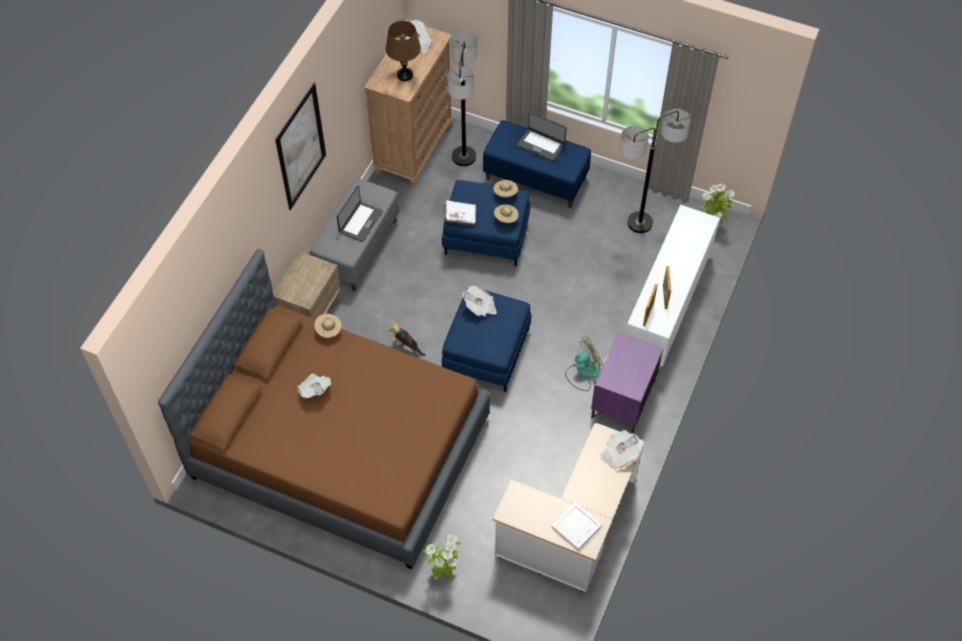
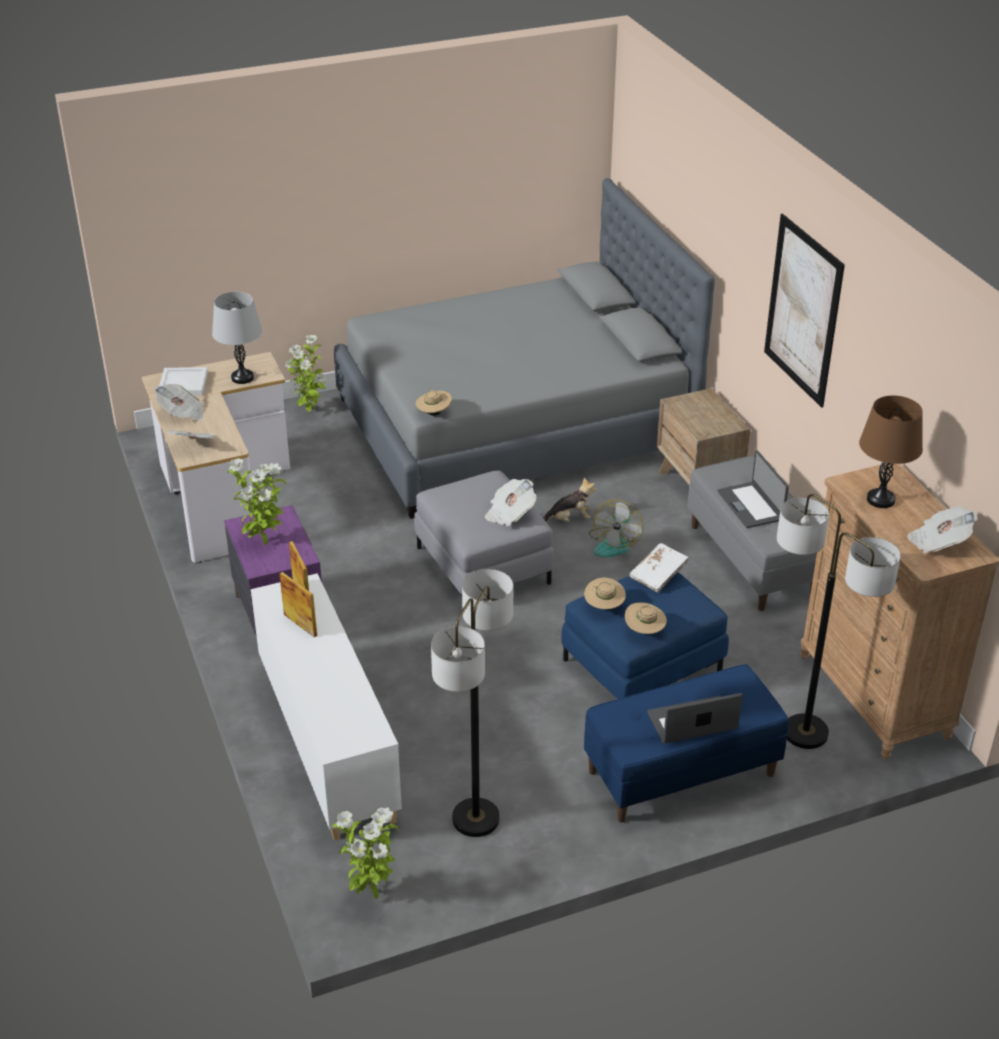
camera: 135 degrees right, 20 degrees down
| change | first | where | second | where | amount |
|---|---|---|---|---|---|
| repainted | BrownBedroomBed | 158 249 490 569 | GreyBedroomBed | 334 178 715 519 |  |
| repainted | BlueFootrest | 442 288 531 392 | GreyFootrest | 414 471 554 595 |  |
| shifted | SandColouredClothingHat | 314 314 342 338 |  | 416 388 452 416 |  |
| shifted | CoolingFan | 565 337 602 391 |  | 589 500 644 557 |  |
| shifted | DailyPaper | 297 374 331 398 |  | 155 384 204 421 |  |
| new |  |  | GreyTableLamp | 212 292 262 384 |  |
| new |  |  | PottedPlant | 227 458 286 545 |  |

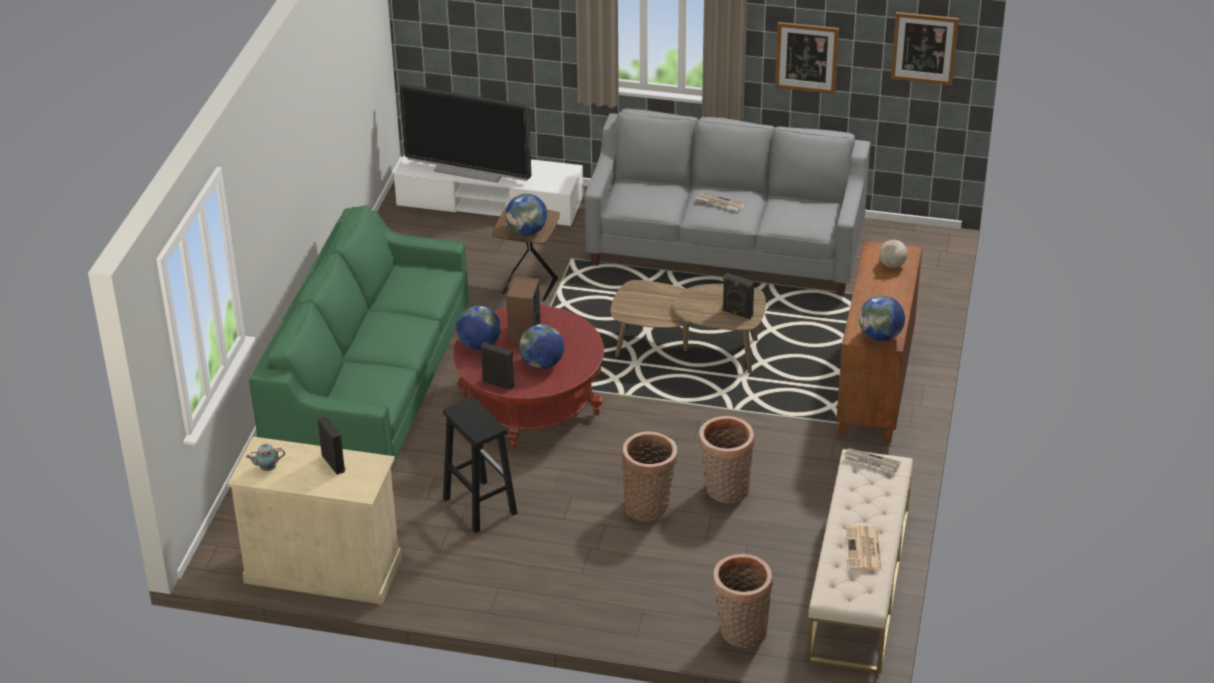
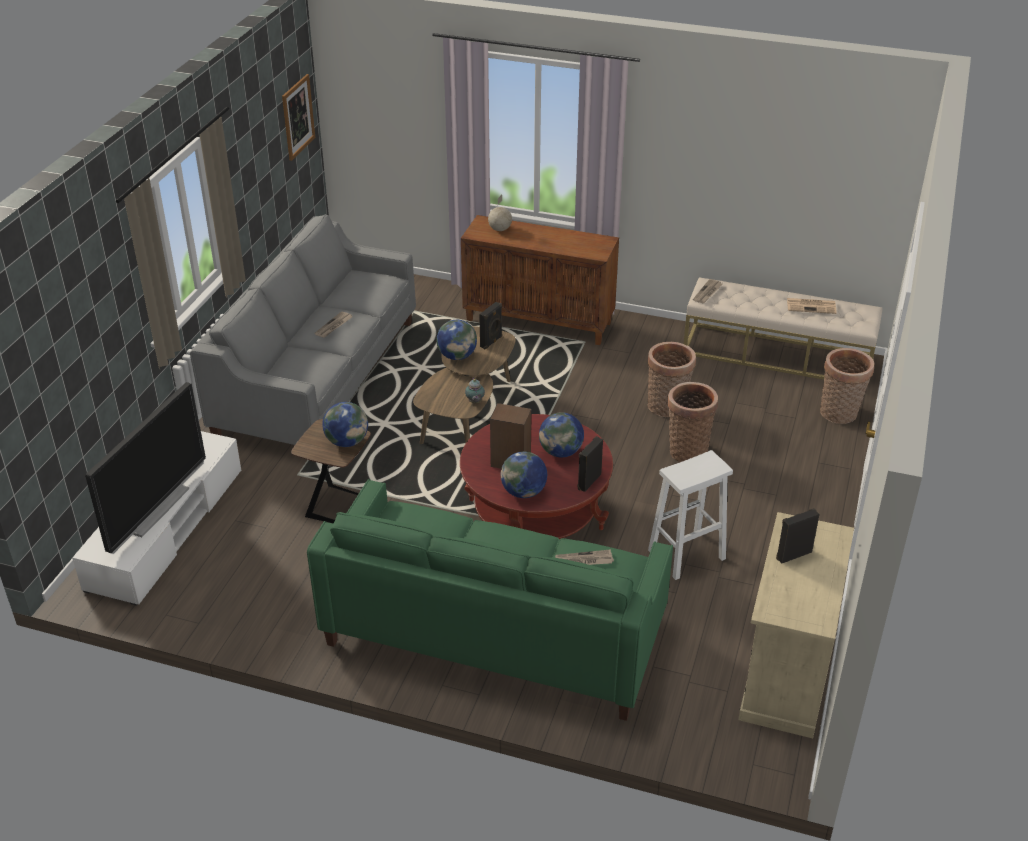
camera: 85 degrees left, 0 degrees up
| change | first | where | second | where | amount |
|---|---|---|---|---|---|
| gone | WallArt | 775 22 839 94 |  |  |  |
| shifted | DeskGlobe | 859 296 905 341 |  | 437 320 477 360 |  |
| repainted | BlackSittingStool | 443 397 517 533 | WhiteColouredSittingStool | 648 450 733 580 |  |
| shifted | Teapot | 246 443 285 471 |  | 465 378 485 403 |  |
| new |  |  | DailyPaper | 555 549 614 565 |  |

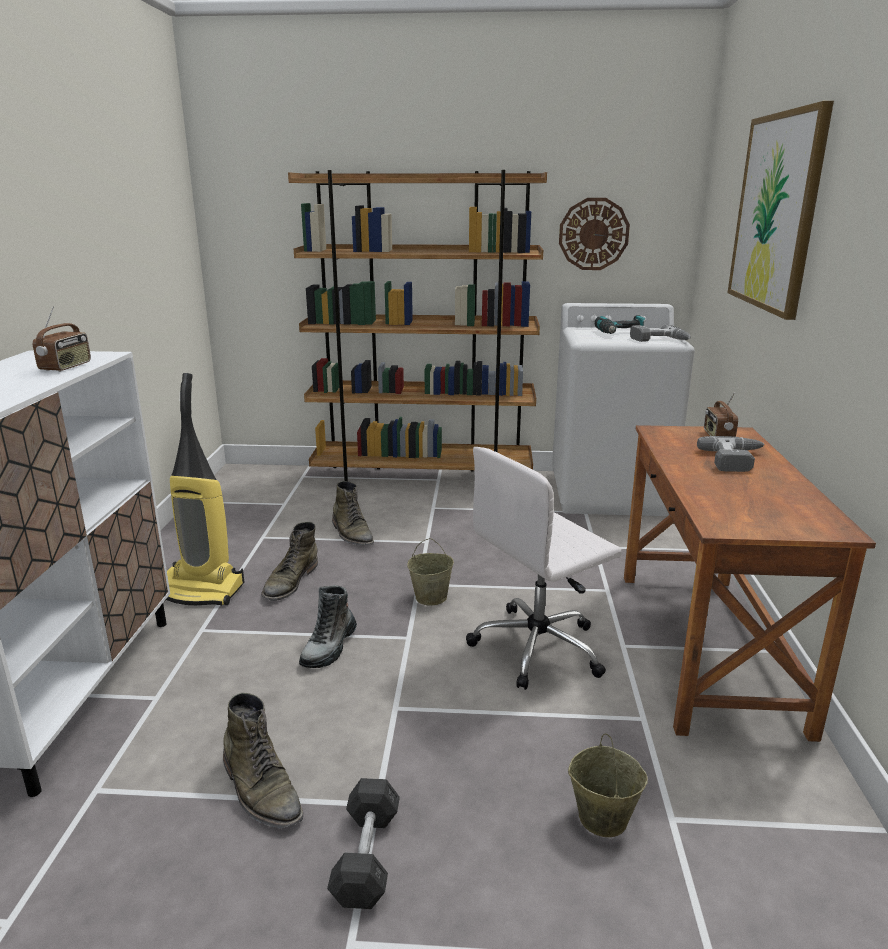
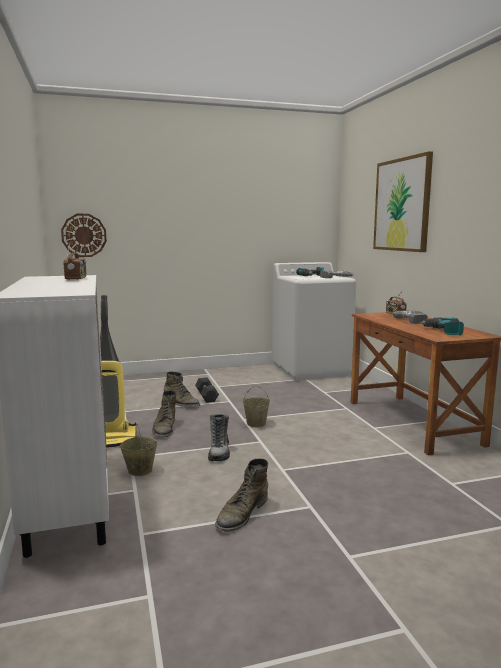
camera: 20 degrees left, 10 degrees down
| change | first | where | second | where | amount |
|---|---|---|---|---|---|
| gone | BrownShelvingUnit | 288 170 547 481 |  |  |  |
| shifted | WallClock | 559 198 630 270 |  | 61 214 107 257 |  |
| gone | WhiteColouredDeskChair | 466 447 622 690 |  |  |  |
| rotated | GreenBoot | 223 693 303 829 |  | 215 458 268 532 | 90 degrees clockwise |
| shifted | SandColouredBucket | 568 733 648 837 |  | 120 424 158 476 |  |
| shifted | GreyFreeWeight | 327 778 400 909 |  | 195 377 219 403 |  |
| new |  |  | ElectricDrill | 420 317 464 335 |  |

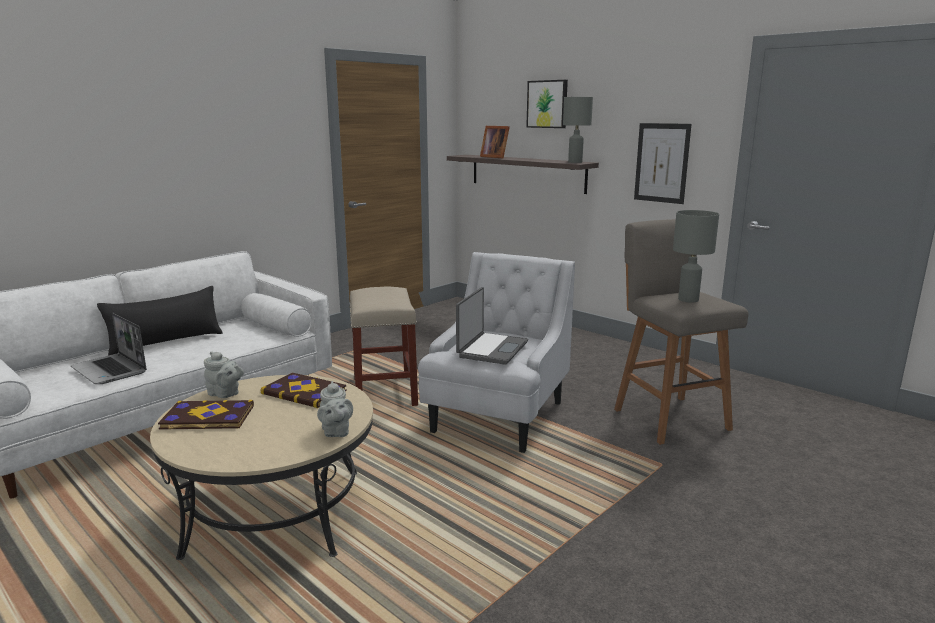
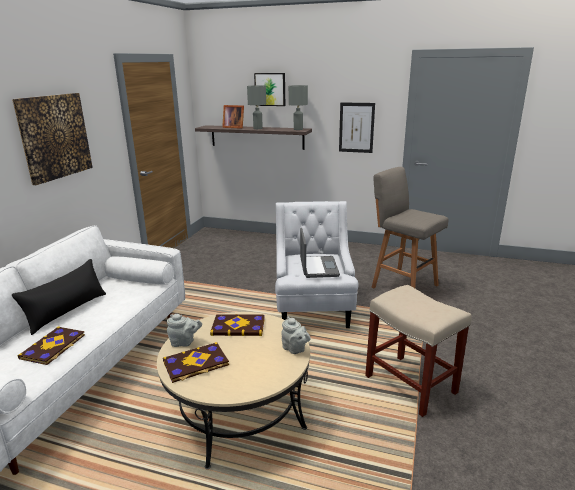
camera: 25 degrees left, 5 degrees up
| change | first | where | second | where | amount |
|---|---|---|---|---|---|
| shifted | GreyTableLamp | 673 210 719 303 |  | 247 85 266 129 |  |
| shifted | SandColouredSittingStool | 350 287 418 406 |  | 365 285 472 417 |  |
| swapped | NotebookComputer | 71 313 147 384 | Book | 18 326 85 365 |  |
| new |  |  | WallArt | 12 93 93 185 |  |

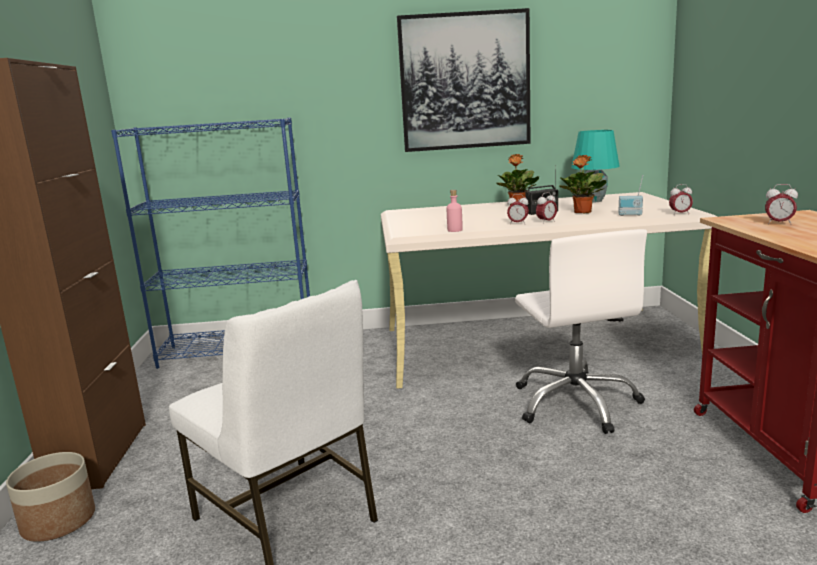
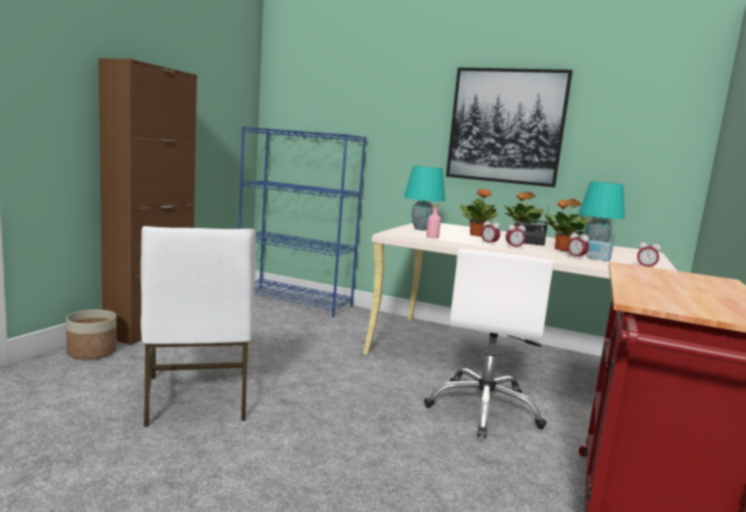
camera: 25 degrees right, 5 degrees down
| change | first | where | second | where | amount |
|---|---|---|---|---|---|
| shifted | TableClock | 765 184 798 225 |  | 567 230 589 258 |  |
| new |  |  | TurquoiseColouredTableLamp | 404 166 446 231 |  |
| new |  |  | PottedPlant | 460 189 498 237 |  |

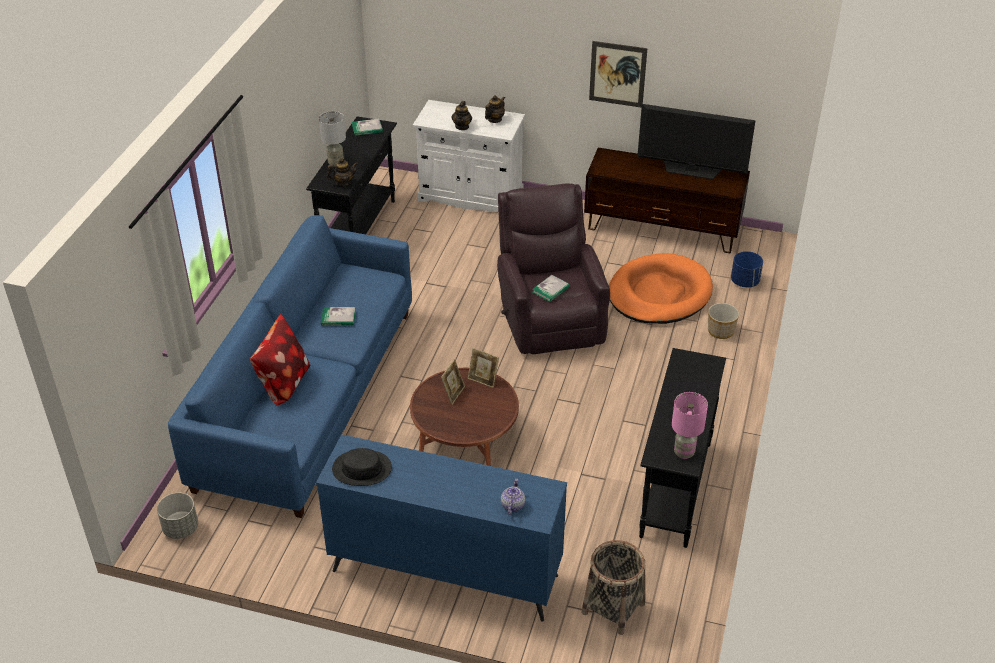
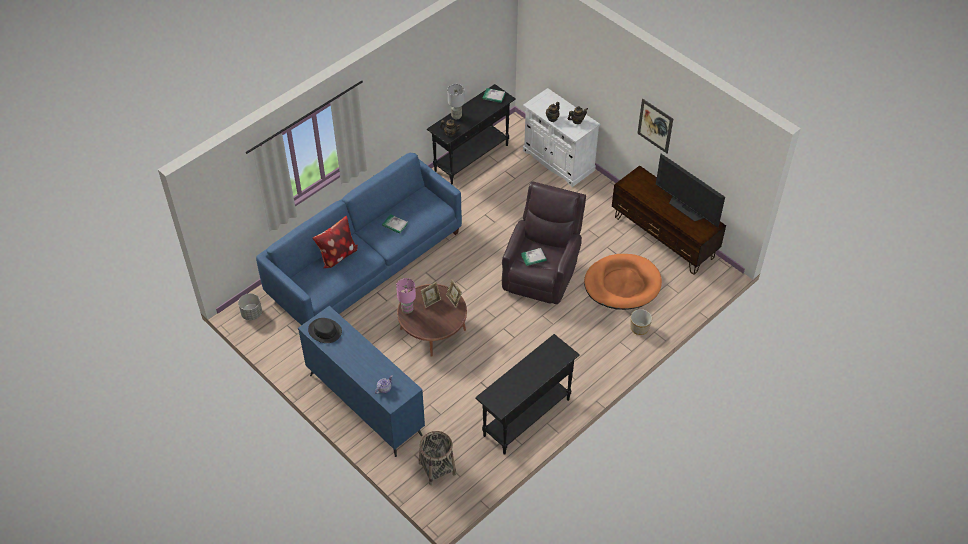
camera: 30 degrees right, 10 degrees up
| change | first | where | second | where | amount |
|---|---|---|---|---|---|
| gone | BluePlantPot | 731 251 763 288 |  |  |  |
| shifted | PinkColouredTableLamp | 672 392 708 459 |  | 396 278 416 314 |  |

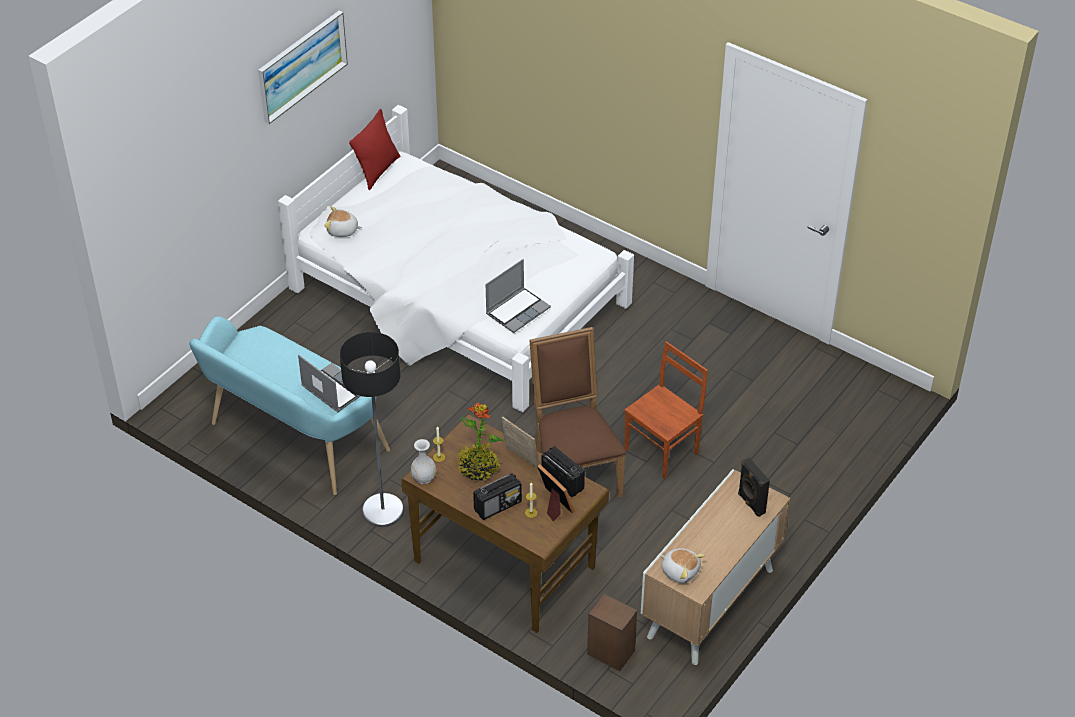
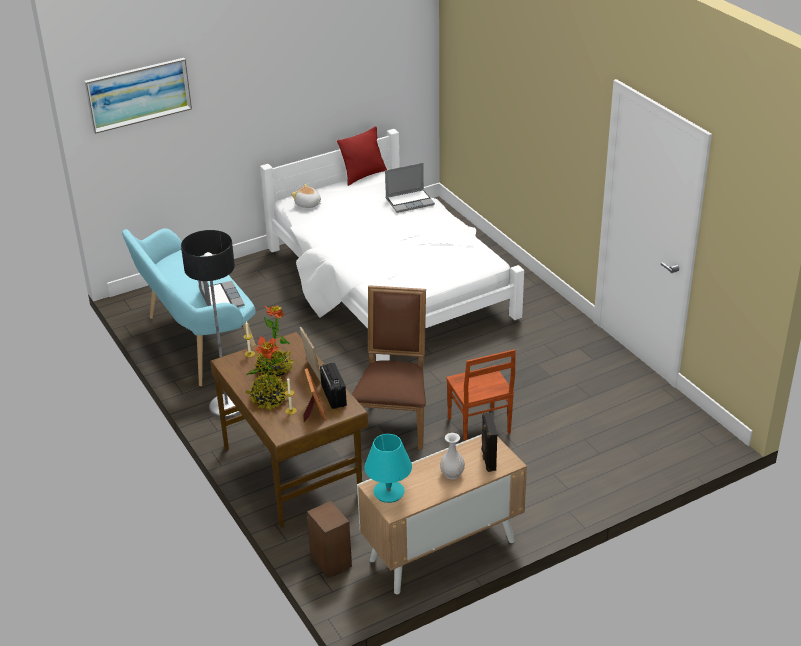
camera: 25 degrees right, 10 degrees down
| change | first | where | second | where | amount |
|---|---|---|---|---|---|
| shifted | WallArt | 258 11 348 124 |  | 84 58 192 134 |  |
| shifted | NotebookComputer | 486 259 551 333 |  | 385 163 435 213 |  |
| rotated | BrownPlainChair | 624 341 708 479 |  | 446 349 516 442 | 90 degrees clockwise |
| shifted | WhiteColouredDecorativeVase | 411 439 436 484 |  | 440 433 465 479 |  |
| swapped | RadioSet | 473 473 522 520 | PottedPlant | 245 336 288 410 |  |
| swapped | CuddlyToy | 660 548 705 583 | TurquoiseColouredTableLamp | 364 434 412 503 |  |

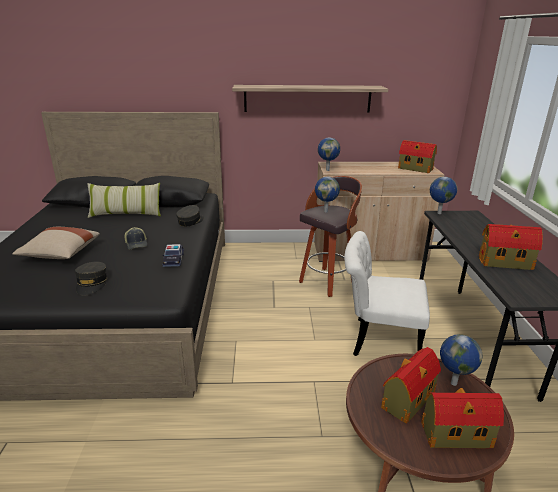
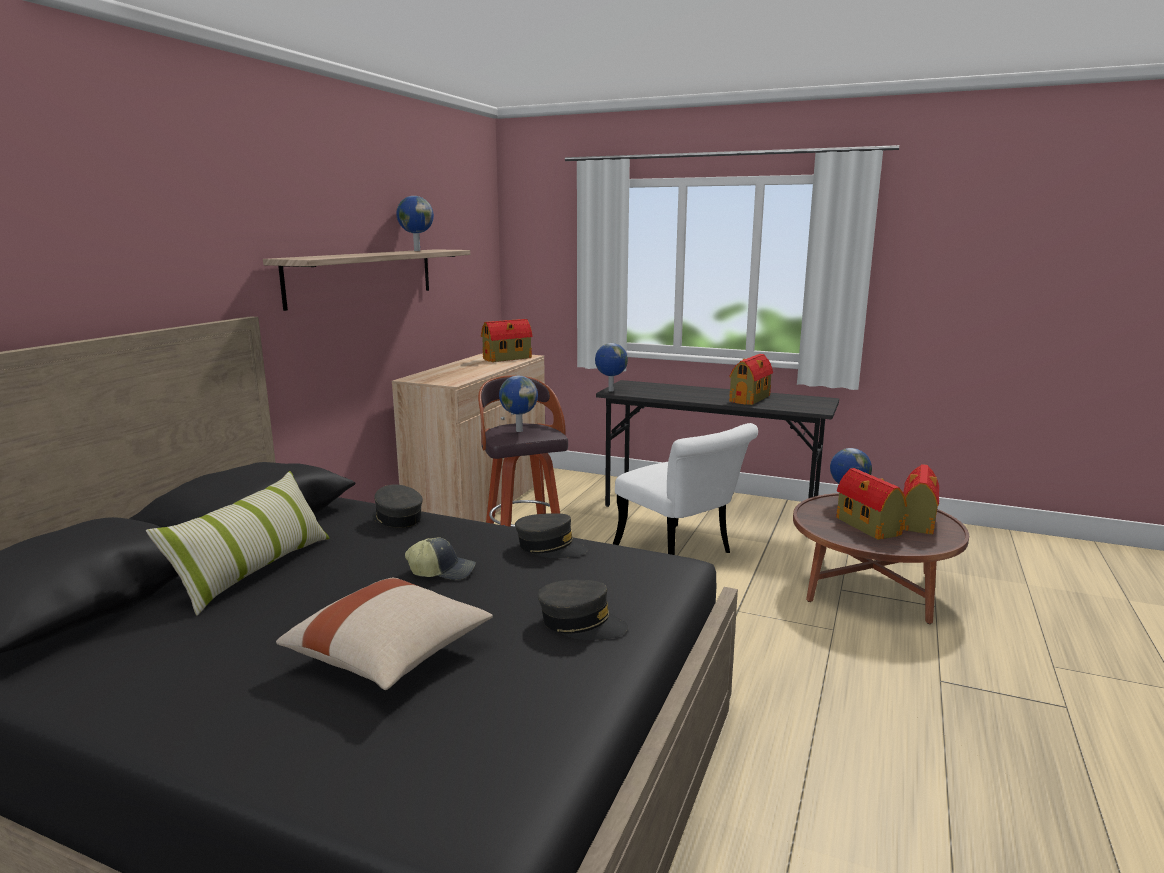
camera: 65 degrees left, 10 degrees down
| change | first | where | second | where | amount |
|---|---|---|---|---|---|
| shifted | DeskGlobe | 318 137 340 171 |  | 396 196 434 251 |  |
| rotated | WhiteColouredPlainChair | 344 231 430 356 |  | 613 423 758 555 | 75 degrees counterclockwise |
| swapped | ModelCar | 163 244 184 267 | GreyBaseballCap | 515 513 588 558 |  |

